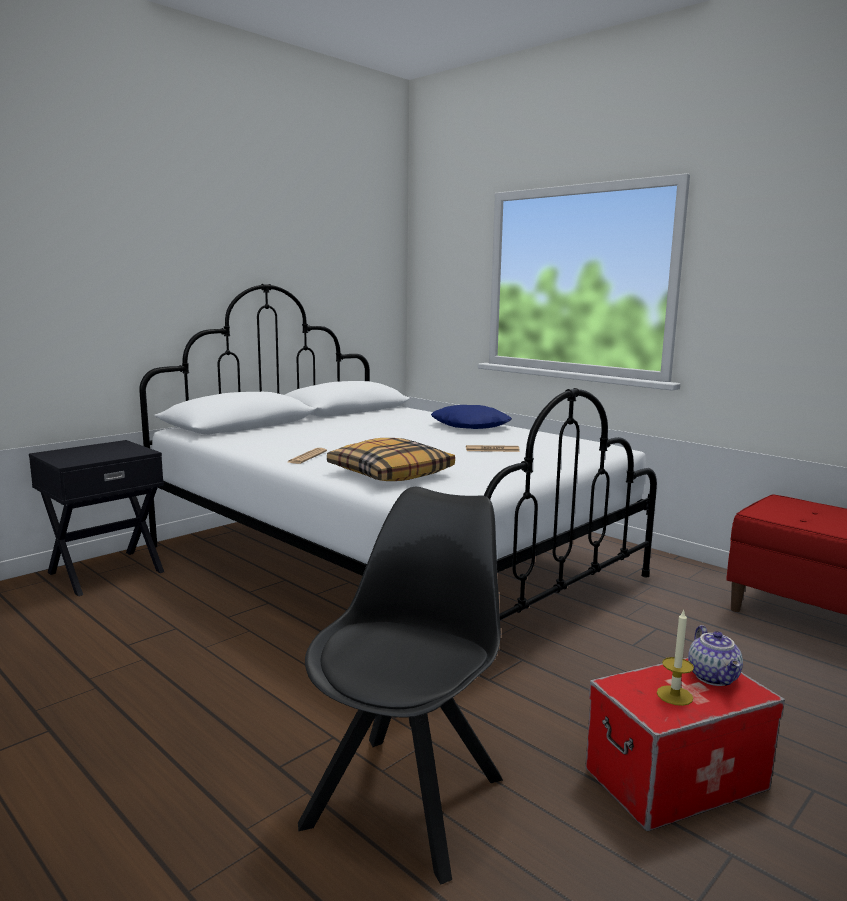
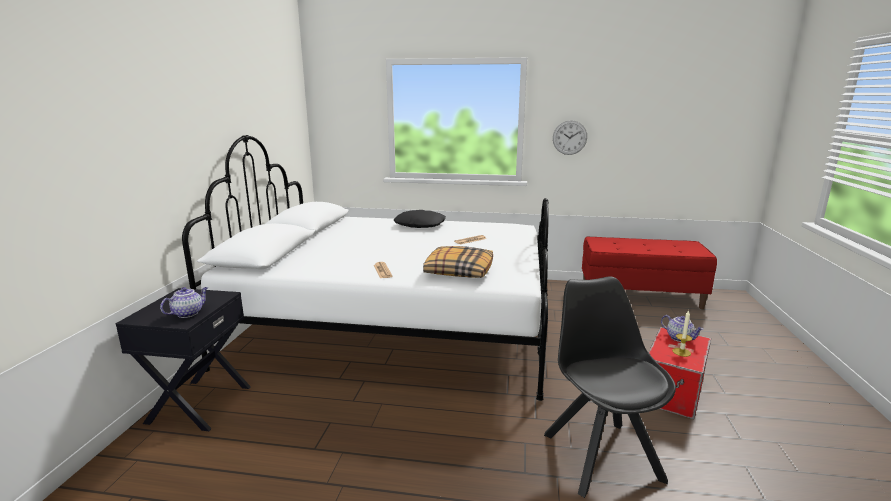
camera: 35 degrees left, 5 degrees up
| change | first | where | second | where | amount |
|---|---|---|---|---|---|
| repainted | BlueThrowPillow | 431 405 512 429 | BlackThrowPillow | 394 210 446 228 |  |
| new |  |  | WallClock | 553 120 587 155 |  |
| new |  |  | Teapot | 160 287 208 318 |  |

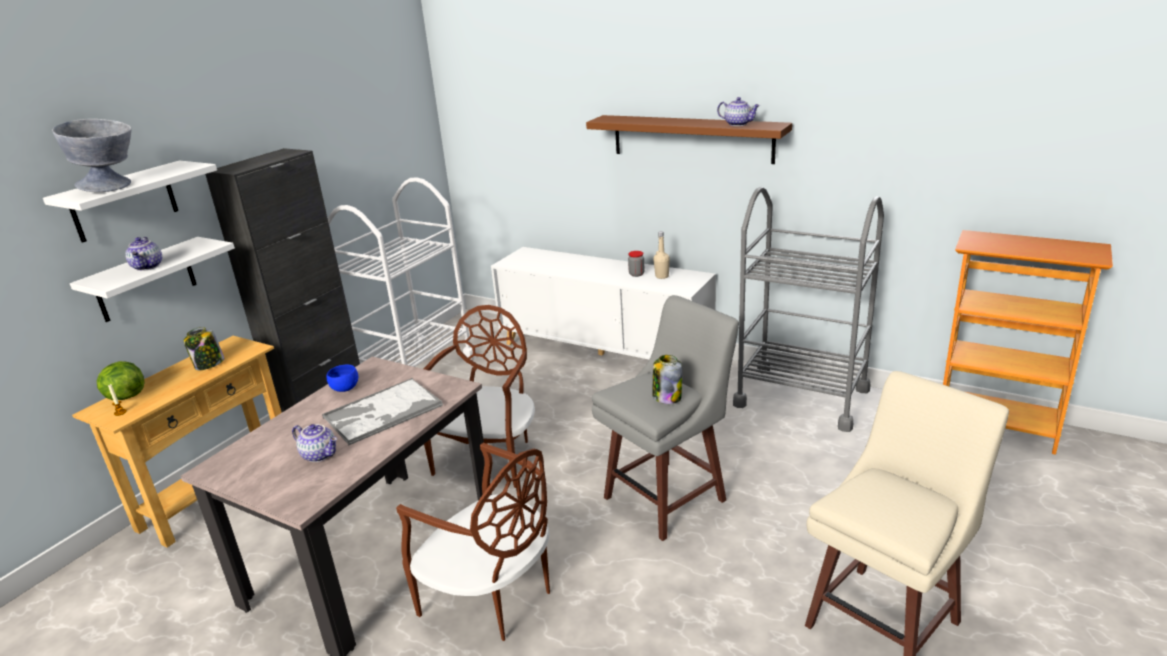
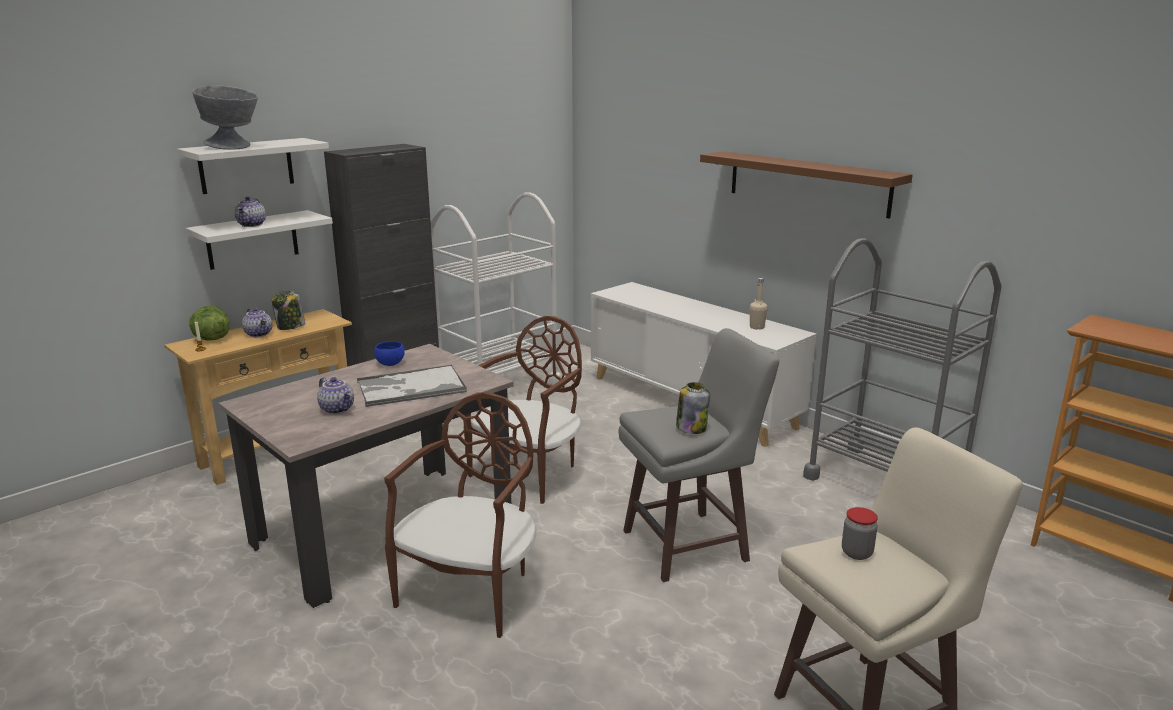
camera: 15 degrees right, 5 degrees down
| change | first | where | second | where | amount |
|---|---|---|---|---|---|
| shifted | Teapot | 717 97 760 126 |  | 242 308 272 337 |  |
| shifted | StorageJar | 628 251 645 277 |  | 842 507 878 560 |  |
| rotated | BrownPlainChair | 396 443 550 641 |  | 384 392 536 638 | 120 degrees counterclockwise |

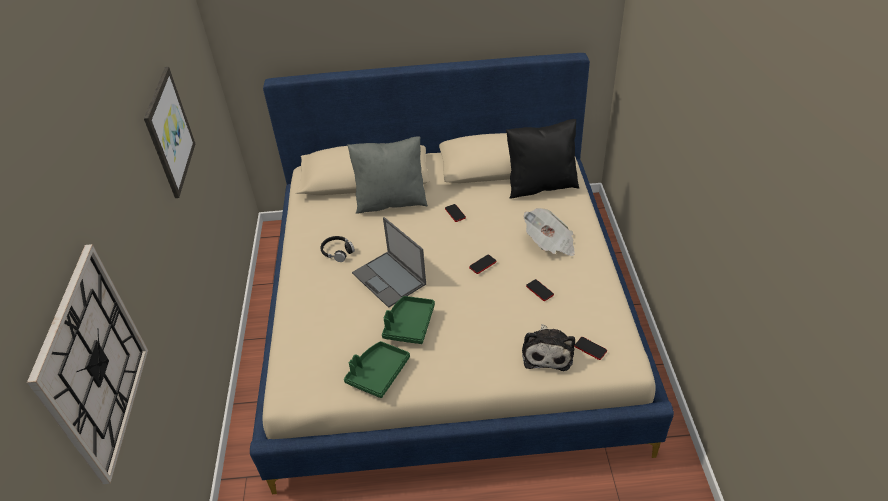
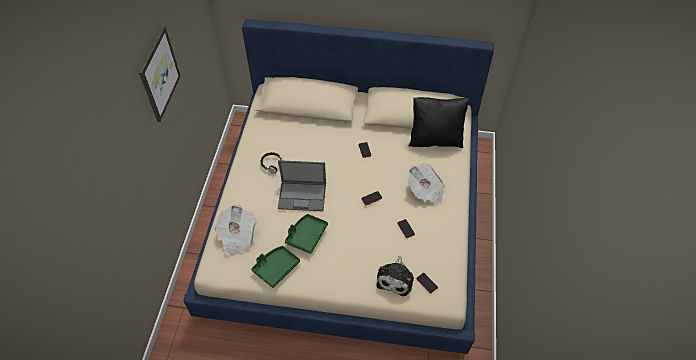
camera: 10 degrees right, 10 degrees up
| change | first | where | second | where | amount |
|---|---|---|---|---|---|
| gone | GreyThrowPillow | 347 136 428 214 |  |  |  |
| rotated | NotebookComputer | 352 217 426 308 |  | 278 160 326 211 | 60 degrees counterclockwise |
| gone | WallClock | 27 244 148 484 |  |  |  |
| new |  |  | DailyPaper | 214 205 257 256 |  |

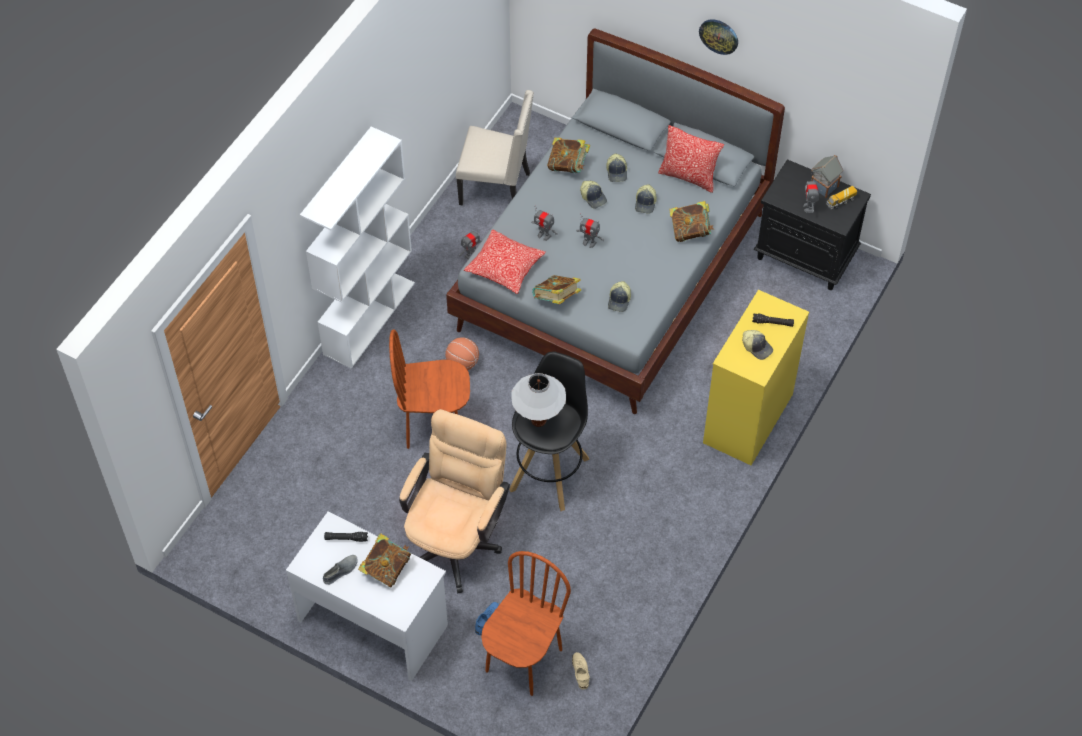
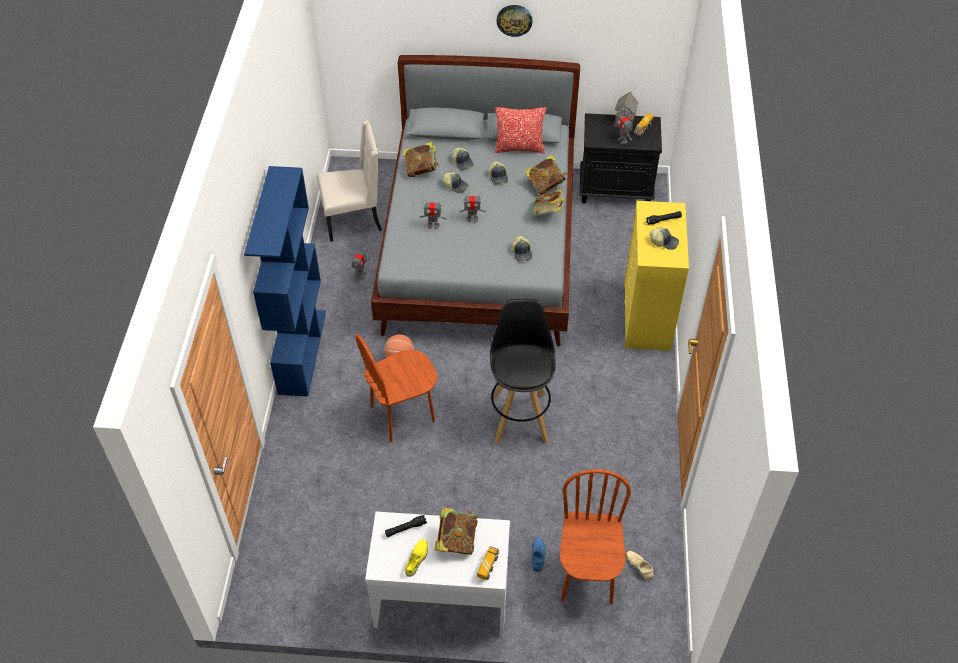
camera: 25 degrees left, 5 degrees down
| change | first | where | second | where | amount |
|---|---|---|---|---|---|
| repainted | WhiteColouredShelvingUnit | 300 127 415 369 | BlueShelvingUnit | 244 166 326 396 |  |
| gone | ThrowPillow | 464 229 546 294 |  |  |  |
| shifted | Book | 532 275 581 304 |  | 531 189 566 216 |  |
| gone | WhiteColouredTableLamp | 512 373 566 427 |  |  |  |
| gone | SandColouredDeskChair | 399 409 510 594 |  |  |  |
| repainted | GreyItemOfFootwear | 323 555 358 585 | YellowItemOfFootwear | 405 539 428 577 |  |
| new |  |  | ToyTruck | 477 546 499 580 |  |

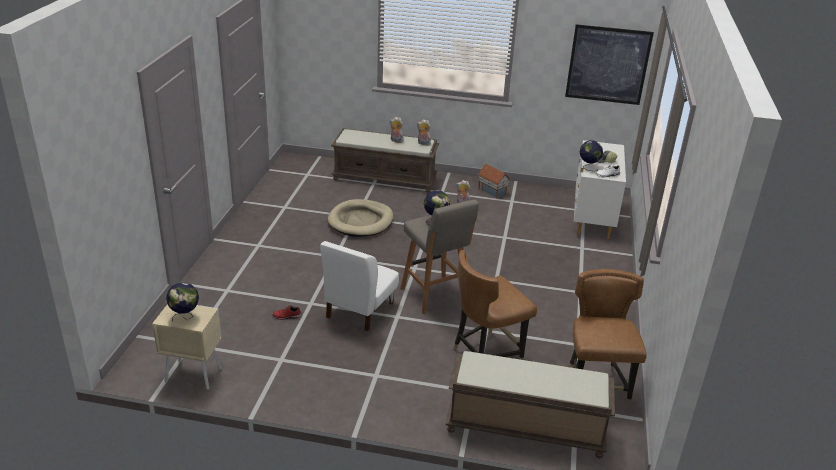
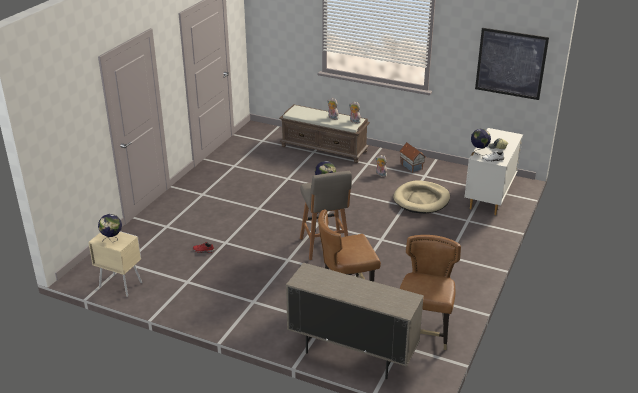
camera: 15 degrees right, 0 degrees up
| change | first | where | second | where | amount |
|---|---|---|---|---|---|
| shifted | SandColouredDogBed | 328 199 393 237 |  | 393 181 450 213 |  |
| gone | WhiteColouredPlainChair | 320 241 399 331 |  |  |  |
| swapped | BrownIndoorBench | 446 351 615 458 | SandColouredCabinet | 286 263 424 379 |  |

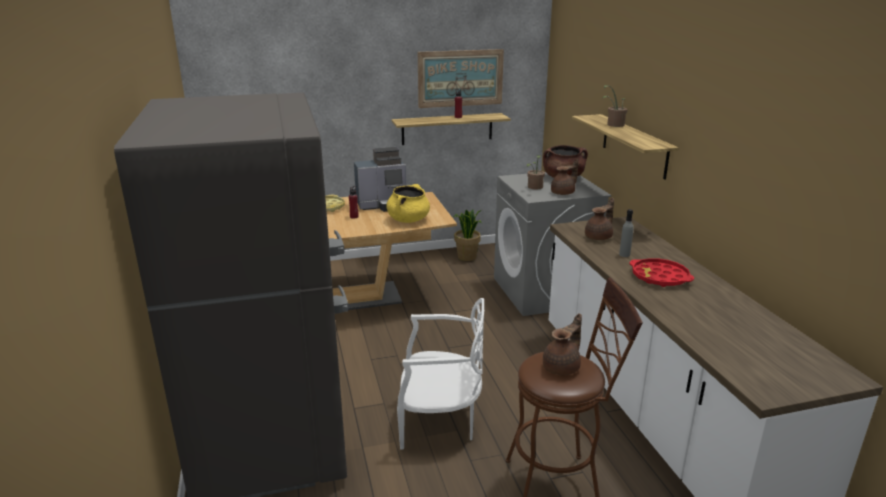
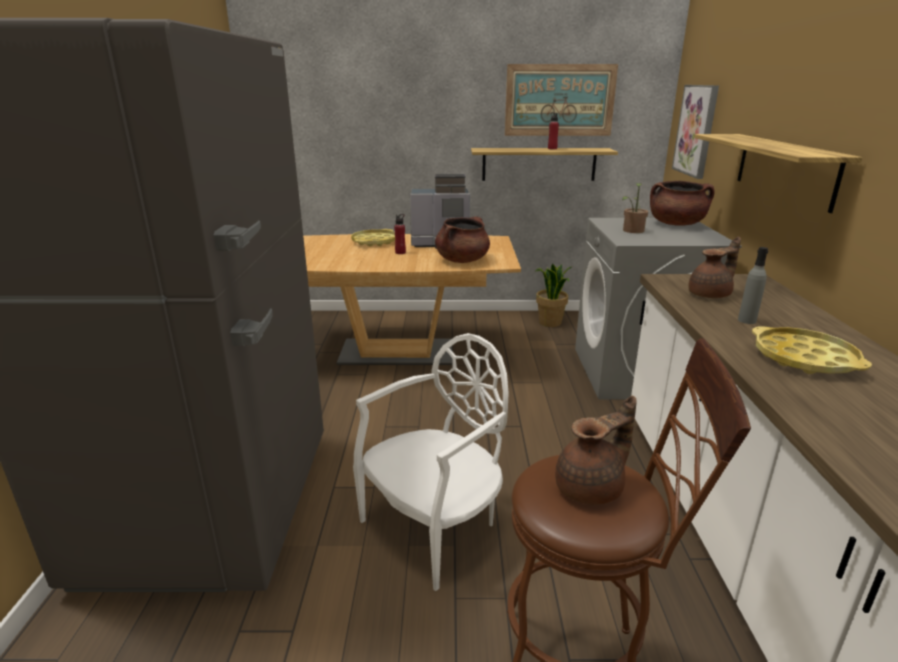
camera: 15 degrees right, 0 degrees up
| change | first | where | second | where | amount |
|---|---|---|---|---|---|
| gone | PottedPlant | 602 85 627 127 |  |  |  |
| gone | BrownTeapot | 551 159 578 195 |  |  |  |
| repainted | YellowCookingPot | 386 184 430 223 | BrownCookingPot | 435 216 490 263 |  |
| repainted | ReddishServingTray | 630 258 694 287 | YellowServingTray | 752 326 872 374 |  |
| rotated | WhiteColouredPlainChair | 397 298 484 449 |  | 353 333 508 591 | 60 degrees counterclockwise |
| new |  |  | WallArt | 672 85 719 179 |  |

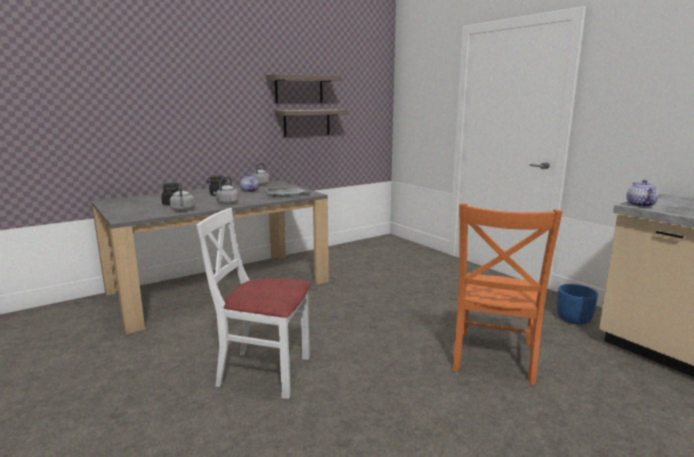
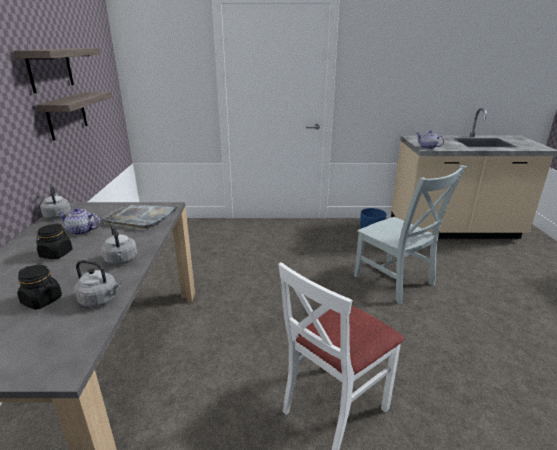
camera: 55 degrees left, 10 degrees up
| change | first | where | second | where | amount |
|---|---|---|---|---|---|
| repainted | OrangeyPlainChair | 453 203 563 385 | GreyPlainChair | 354 165 467 304 |  |

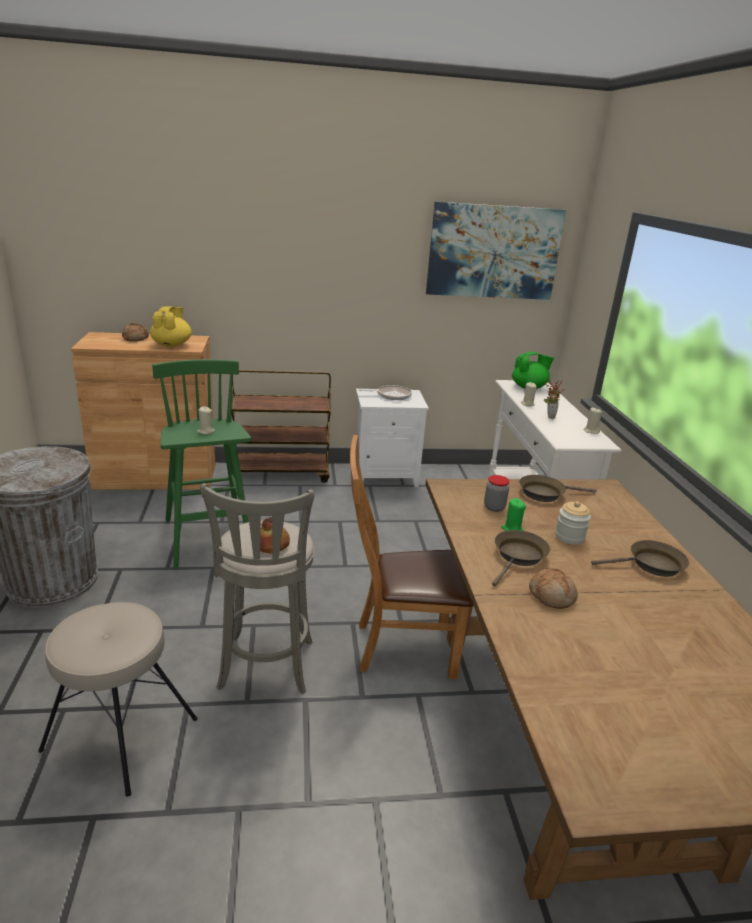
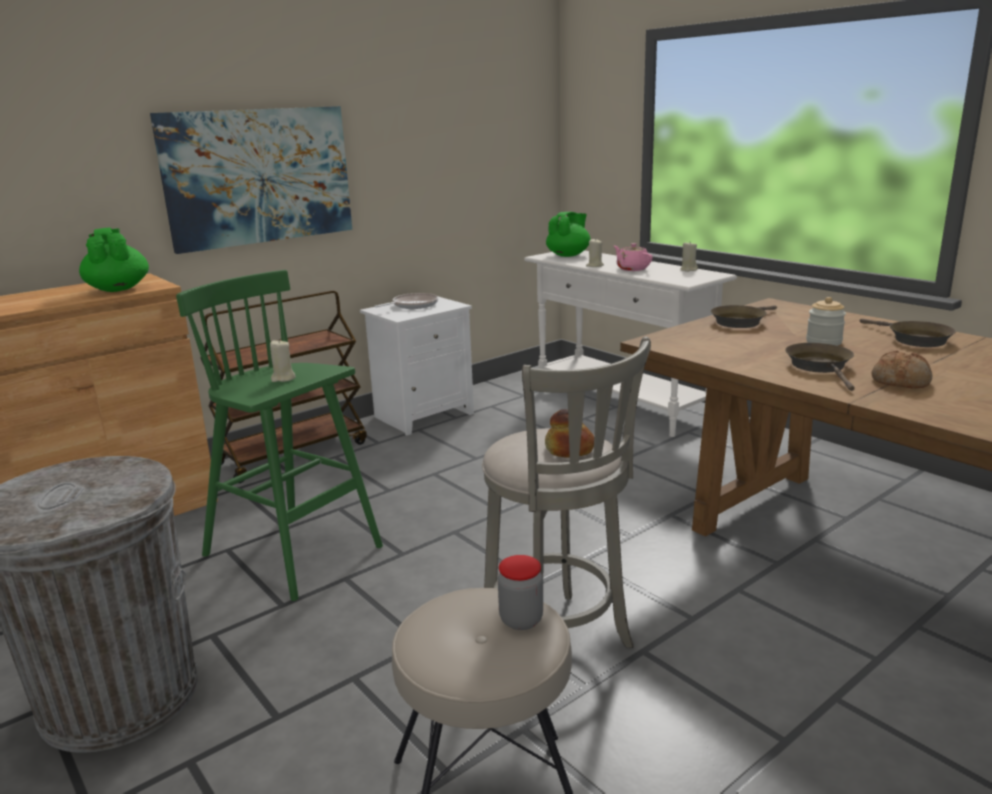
camera: 30 degrees left, 5 degrees down
| change | first | where | second | where | amount |
|---|---|---|---|---|---|
| shifted | WallArt | 426 202 566 300 |  | 150 106 352 254 |  |
| repainted | YellowTeapot | 150 306 192 347 | GreenTeapot | 79 227 149 292 |  |
| gone | BakeryBread | 122 323 149 342 |  |  |  |
| swapped | PottedPlant | 544 378 565 419 | PinkColouredTeapot | 614 243 653 271 |  |
| gone | BrownPlainChair | 350 435 473 679 |  |  |  |
| shifted | StorageJar | 484 475 510 512 |  | 498 555 543 630 |  |
| gone | GreenWaxCandle | 501 498 526 531 |  |  |  |
| rotated | BrownSkillet | 591 540 689 577 |  | 860 319 956 347 | 105 degrees clockwise |

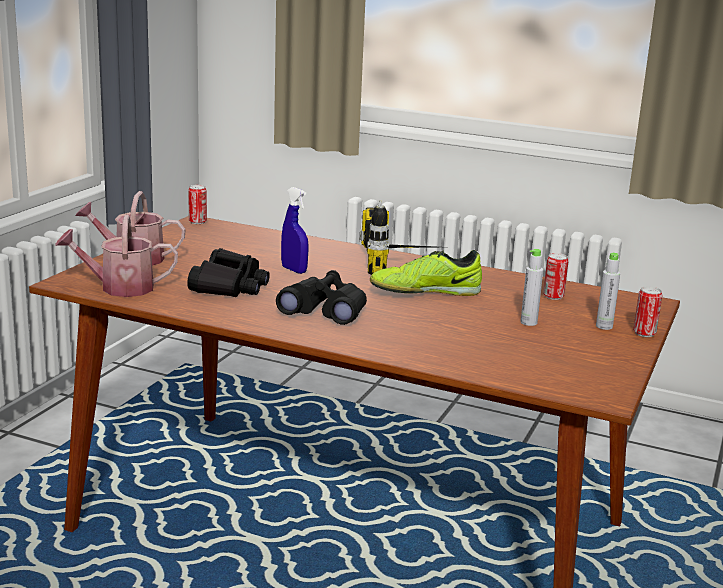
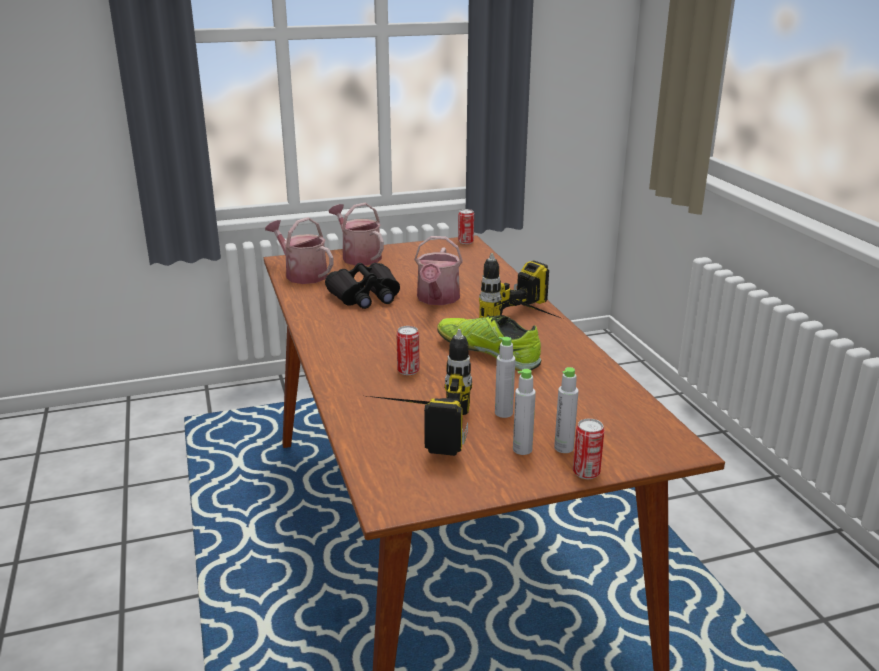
camera: 50 degrees right, 5 degrees up
| change | first | where | second | where | amount |
|---|---|---|---|---|---|
| swapped | BlueHandSprayer | 281 187 309 274 | WateringPot | 414 236 463 305 |  |
| shifted | SealedCan | 543 253 569 300 |  | 397 326 419 375 |  |
| gone | BlackBinoculars | 276 270 367 325 |  |  |  |
| new |  |  | ElectricDrill | 368 329 472 456 |  |
| new |  |  | GreyDrinkBottle | 513 369 536 455 |  |

